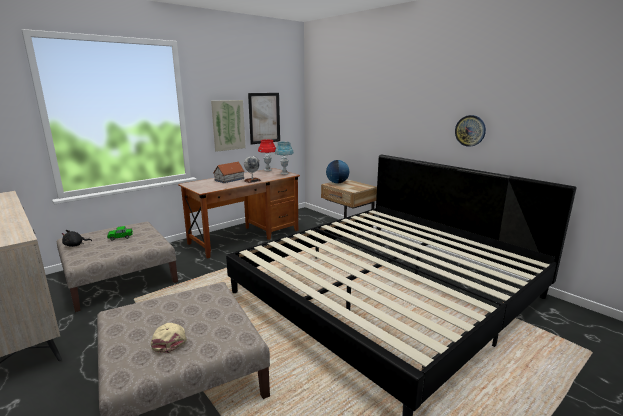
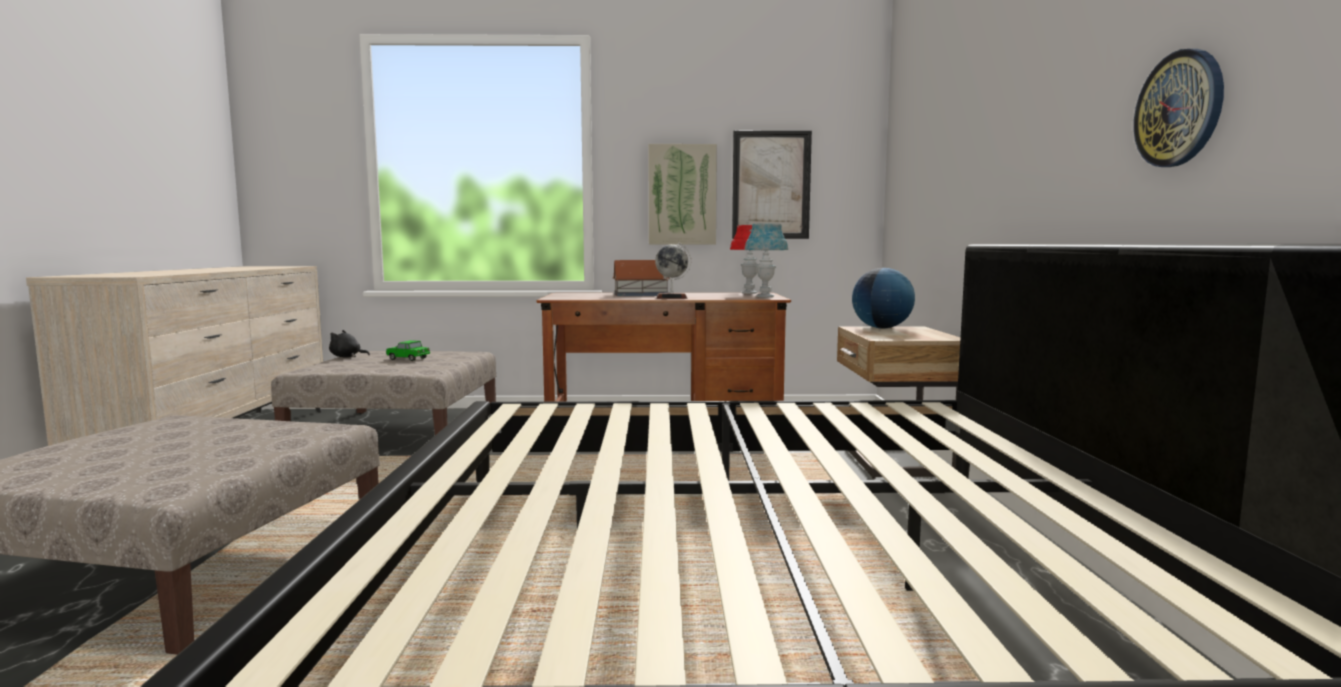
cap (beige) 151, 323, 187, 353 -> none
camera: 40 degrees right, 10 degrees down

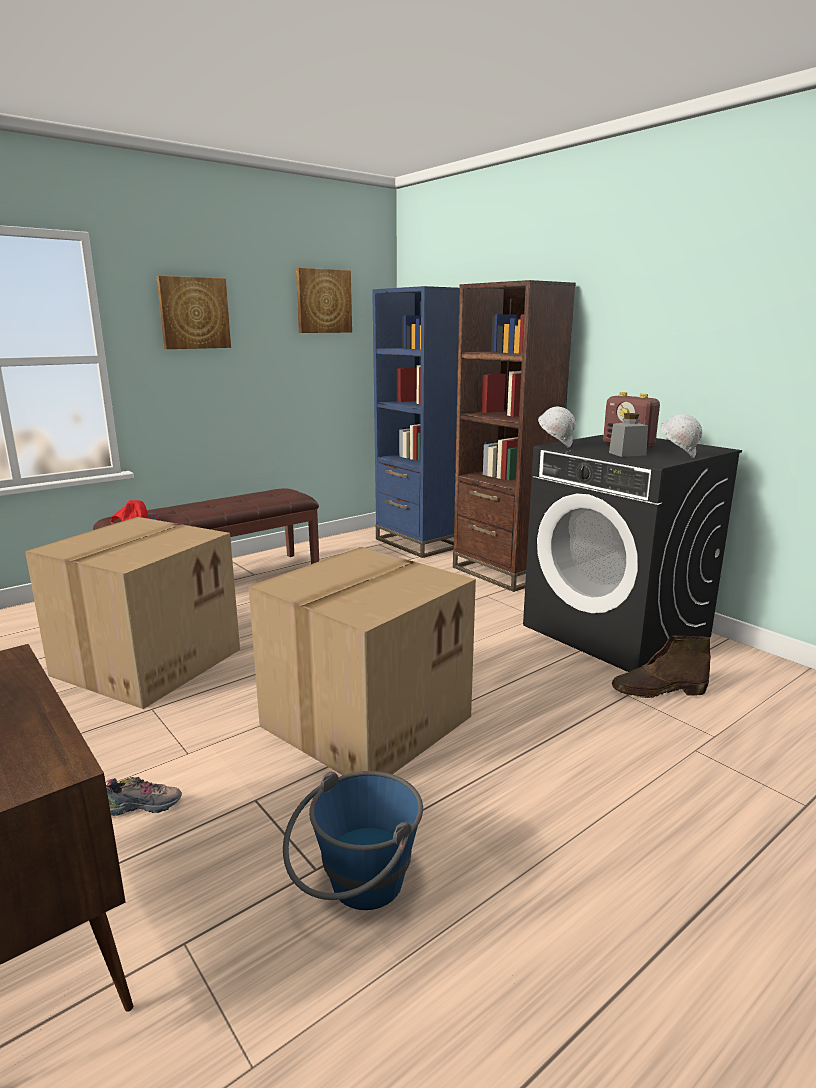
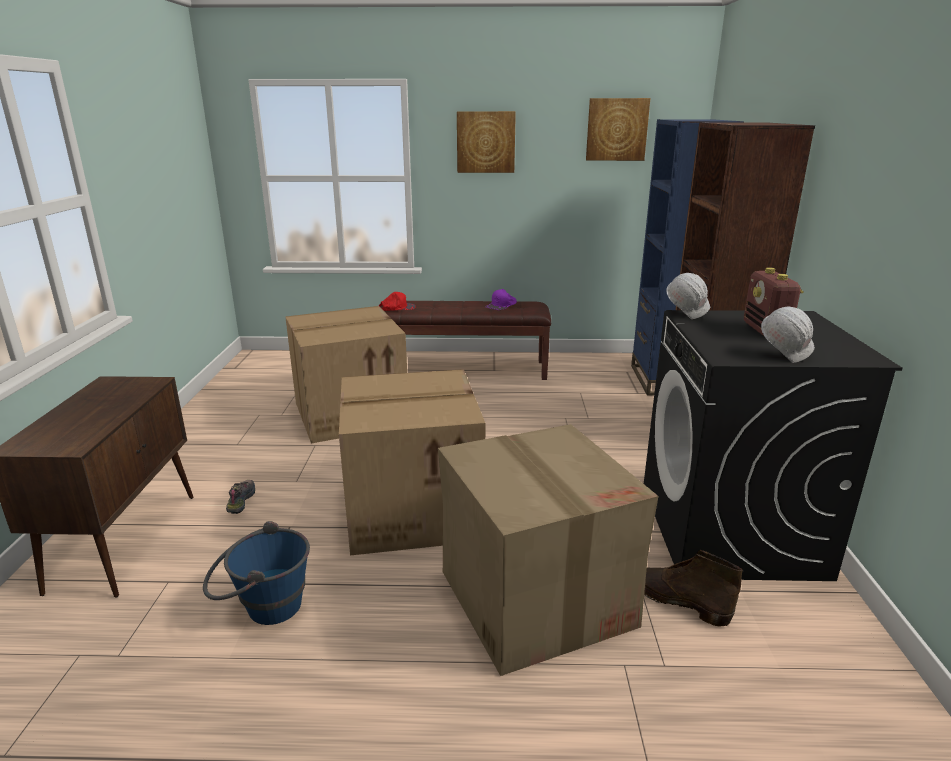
jar (grey) 609, 413, 648, 457 -> none
none -> cardboard box 438, 424, 658, 676
none -> cap (purple) 486, 289, 517, 310
shoe 106, 777, 182, 816 -> shoe 226, 480, 255, 514, 120 degrees counterclockwise
camera: 40 degrees right, 5 degrees up

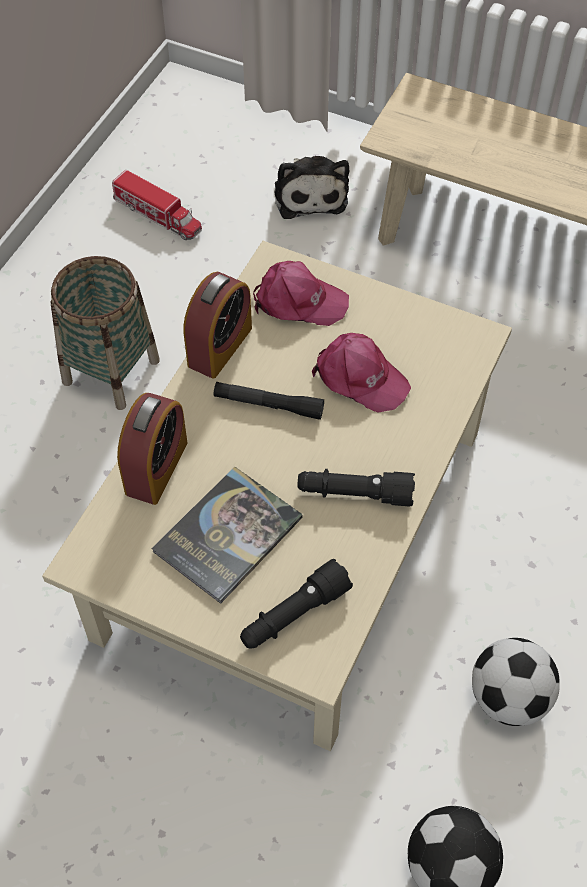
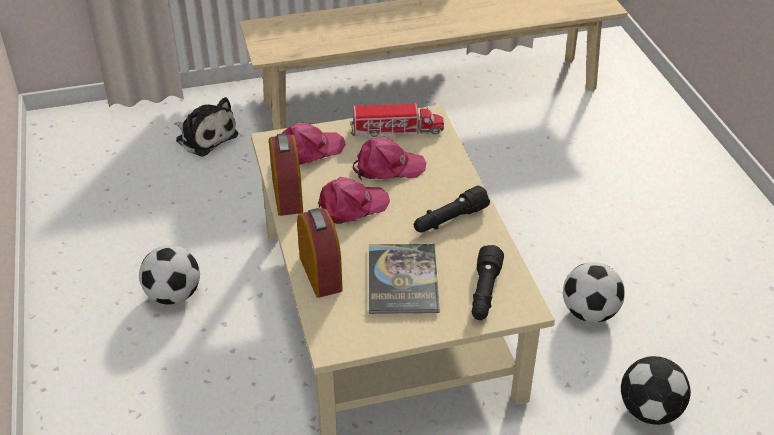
toy truck 112, 170, 202, 240 -> toy truck 350, 103, 444, 137, relocated
basket 50, 256, 160, 410 -> football 139, 245, 200, 305
flashlight (black) 214, 382, 324, 420 -> cap (pink) 318, 177, 390, 224
camera: 40 degrees left, 15 degrees down

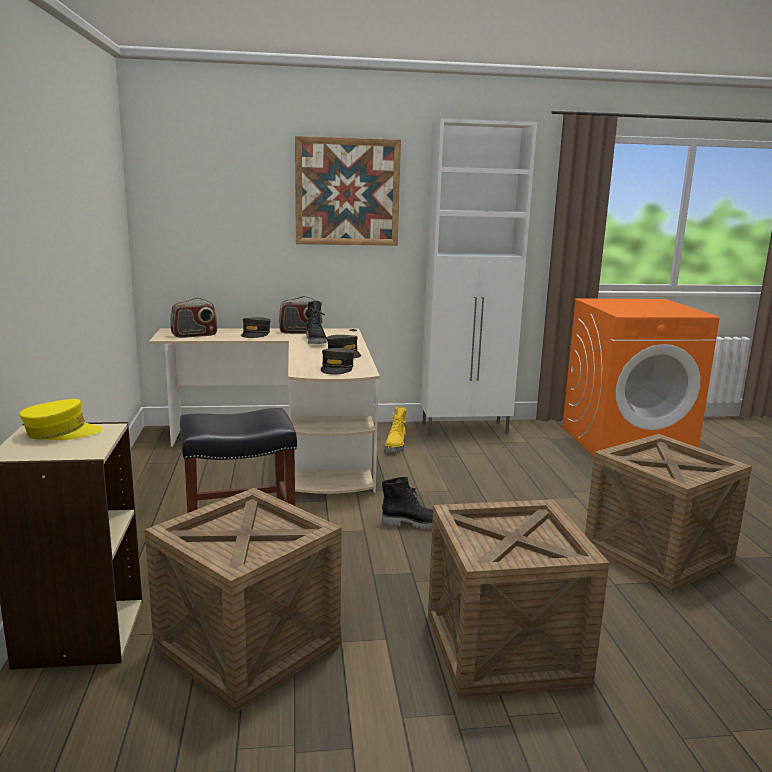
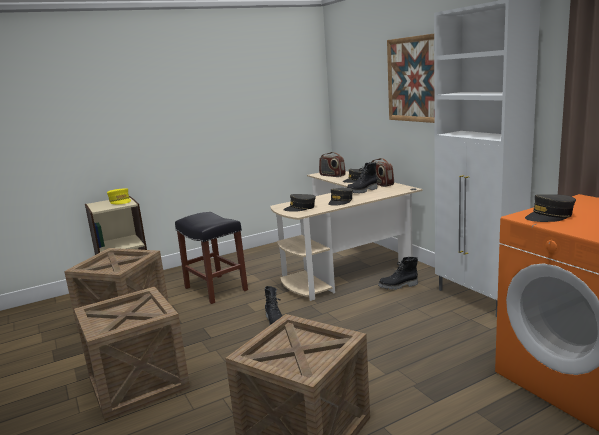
none -> cap (grey) 525, 194, 576, 222
boot (yellow) 385, 406, 407, 452 -> boot (black) 378, 257, 418, 290
camera: 70 degrees right, 0 degrees up

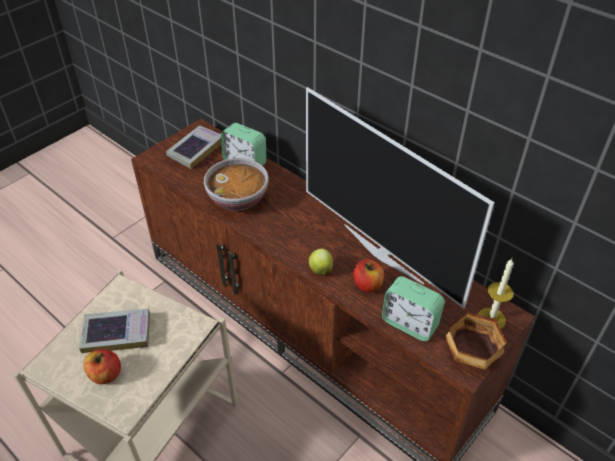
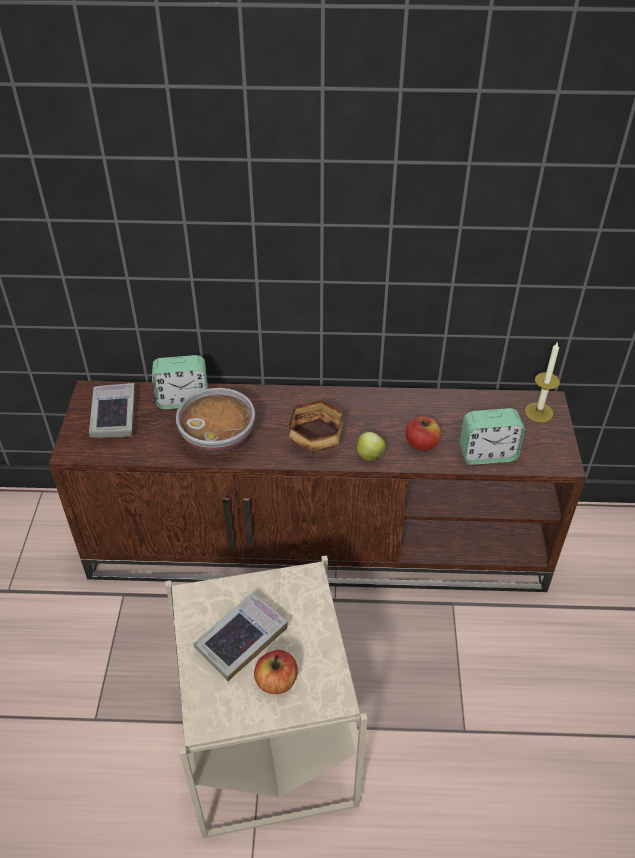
television 306, 87, 495, 309 -> none
bowl 445, 312, 507, 369 -> bowl 289, 400, 343, 453, relocated
camera: 40 degrees left, 0 degrees up

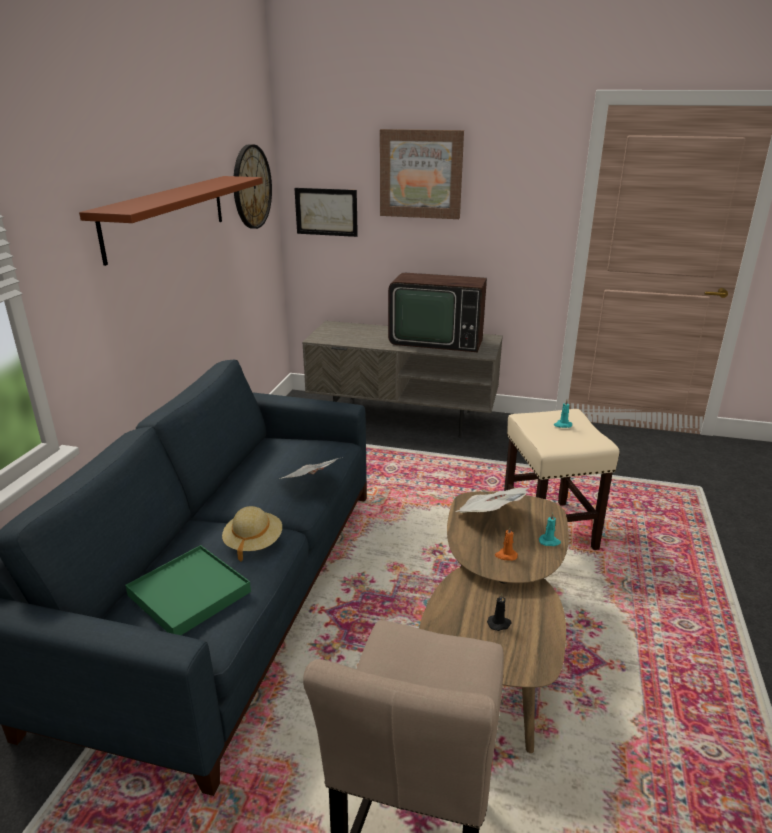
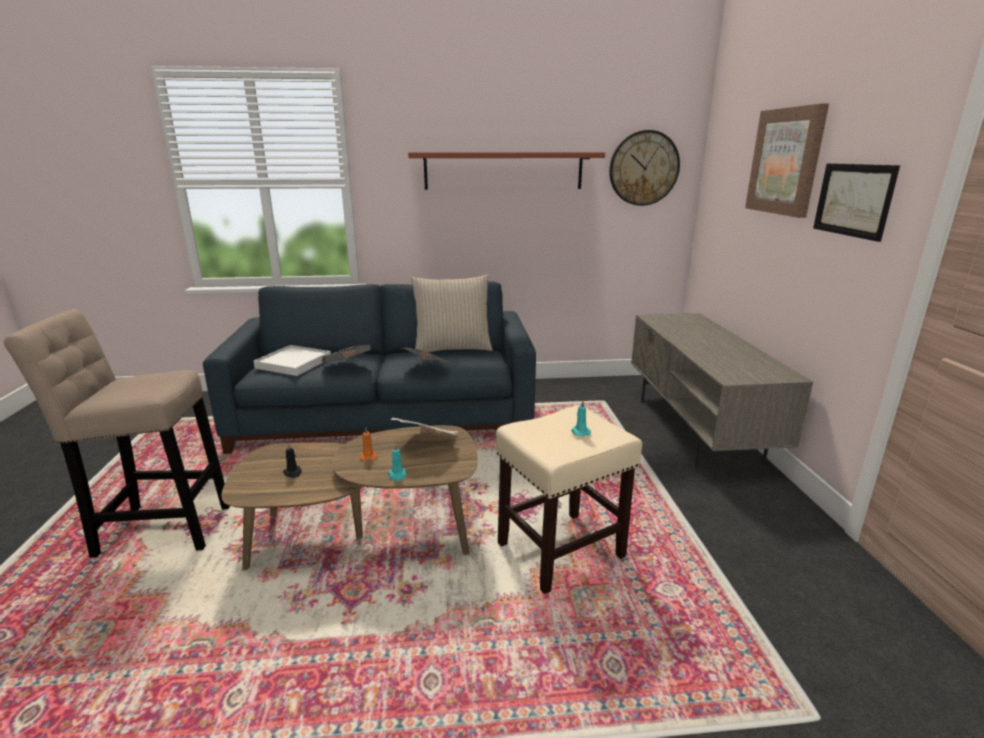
television 388, 273, 487, 352 -> none
none -> pillow (beige) 411, 274, 493, 352
picture 294, 188, 358, 237 -> picture 813, 163, 900, 242, relocated
hat (beige) 222, 506, 282, 562 -> newspaper 321, 345, 371, 363
tray (green) 125, 545, 251, 635 -> tray (white) 253, 345, 331, 376
camera: 70 degrees right, 5 degrees down

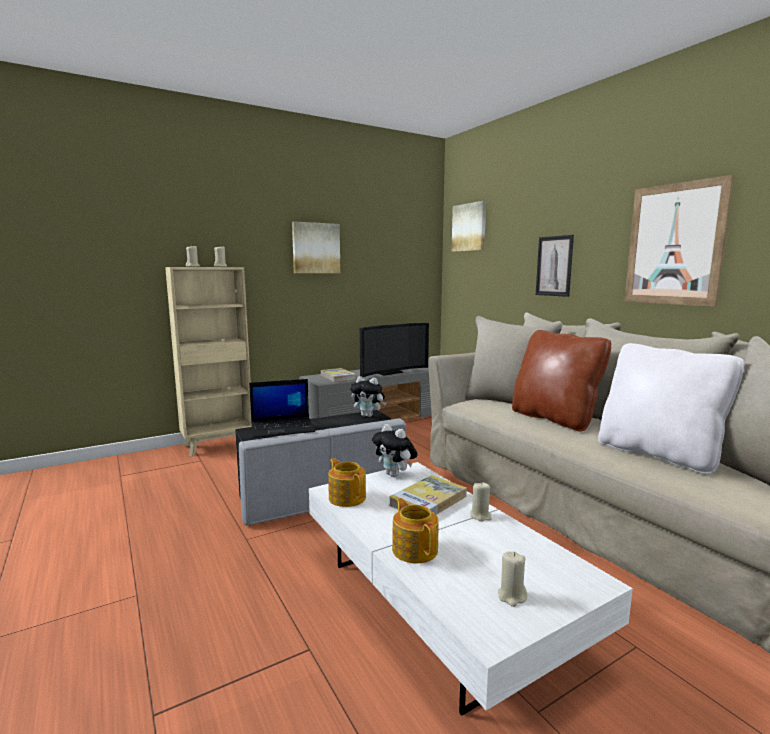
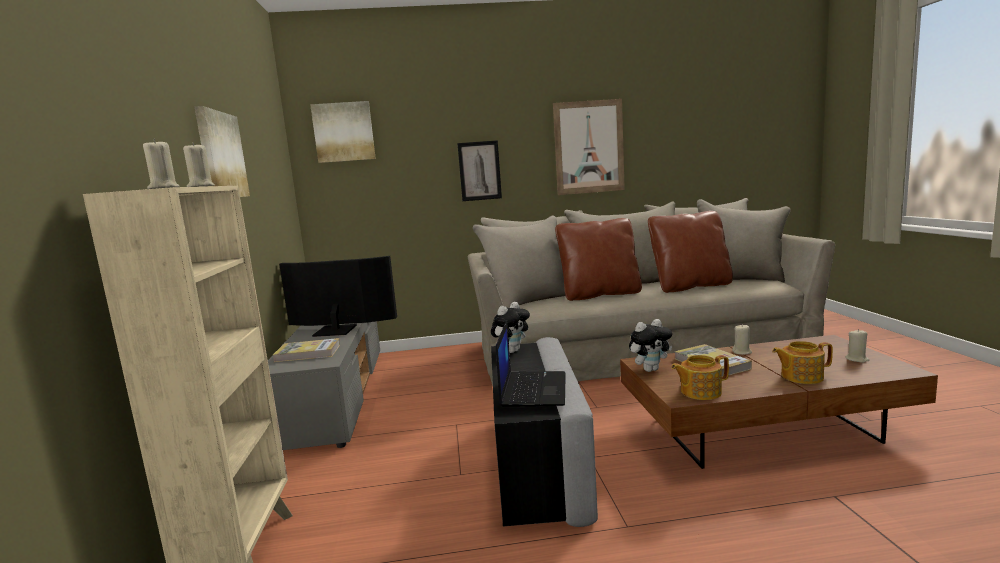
coffee table (white) 309, 462, 633, 716 -> coffee table (brown) 620, 335, 938, 469
pillow (white) 598, 343, 744, 474 -> pillow (brown) 648, 211, 733, 293
television 360, 323, 429, 377 -> television 279, 256, 397, 337, 75 degrees counterclockwise
camera: 65 degrees left, 0 degrees up

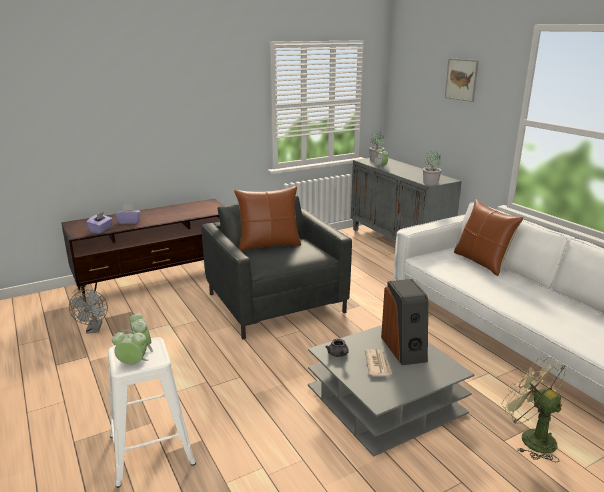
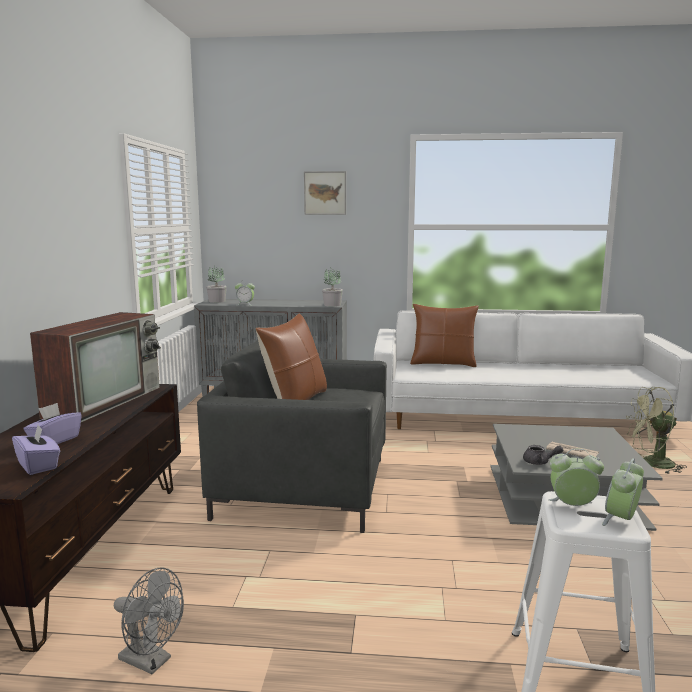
speaker 381, 279, 428, 365 -> none
none -> television 30, 312, 161, 422
camera: 55 degrees left, 10 degrees down

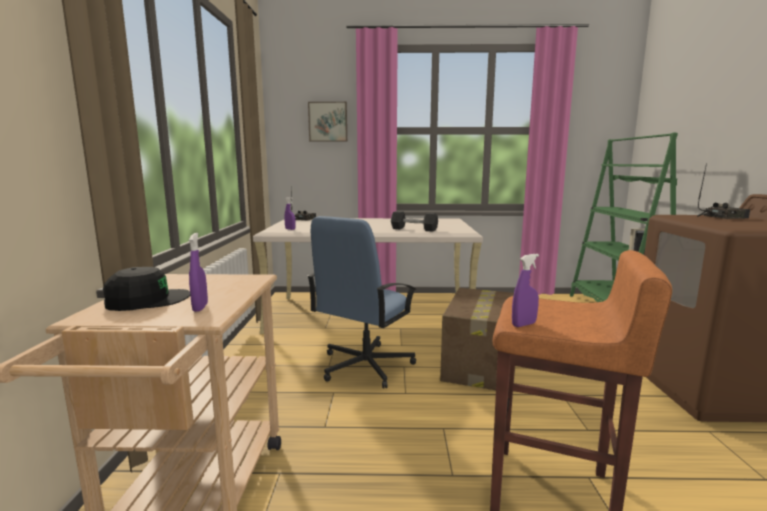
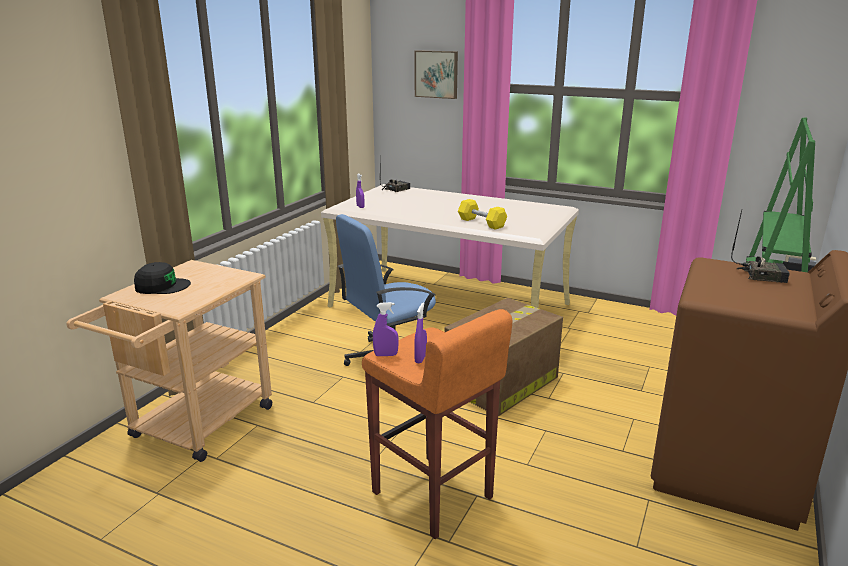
spray bottle (purple) 189, 233, 208, 312 -> spray bottle (purple) 414, 303, 427, 364, relocated
dumbbell (black) 391, 211, 438, 232 -> dumbbell (yellow) 458, 199, 507, 230
camera: 25 degrees right, 10 degrees up

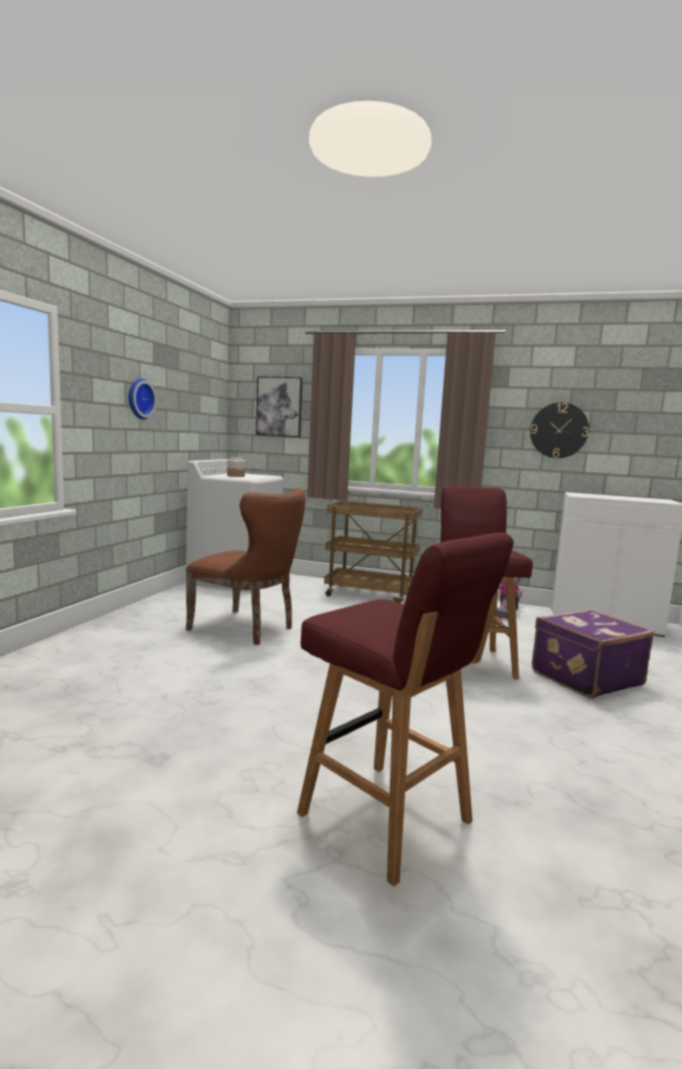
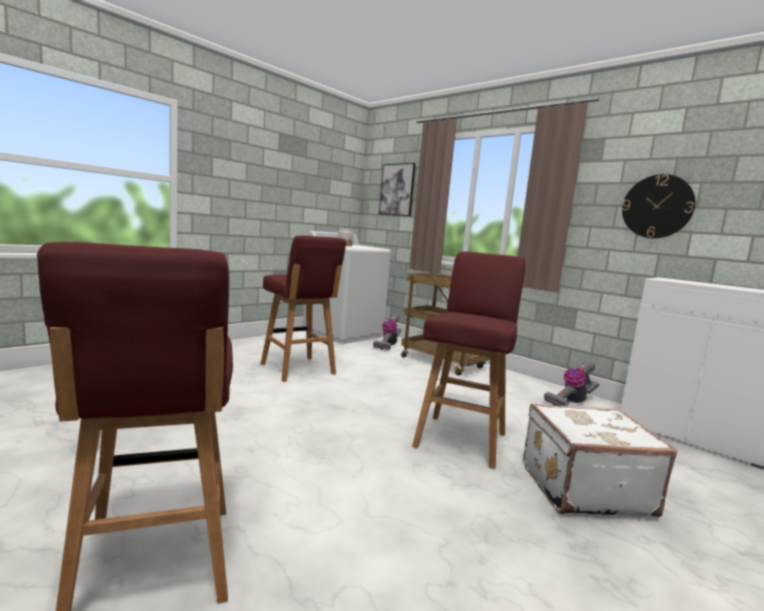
wall clock 128, 378, 157, 419 -> none
none -> vacuum cleaner 373, 314, 401, 350
chair (brown) 186, 488, 306, 645 -> stool (red) 261, 235, 346, 382
suitcase (purple) 532, 609, 655, 698 -> suitcase (white) 523, 404, 678, 518
camera: 25 degrees right, 0 degrees up

